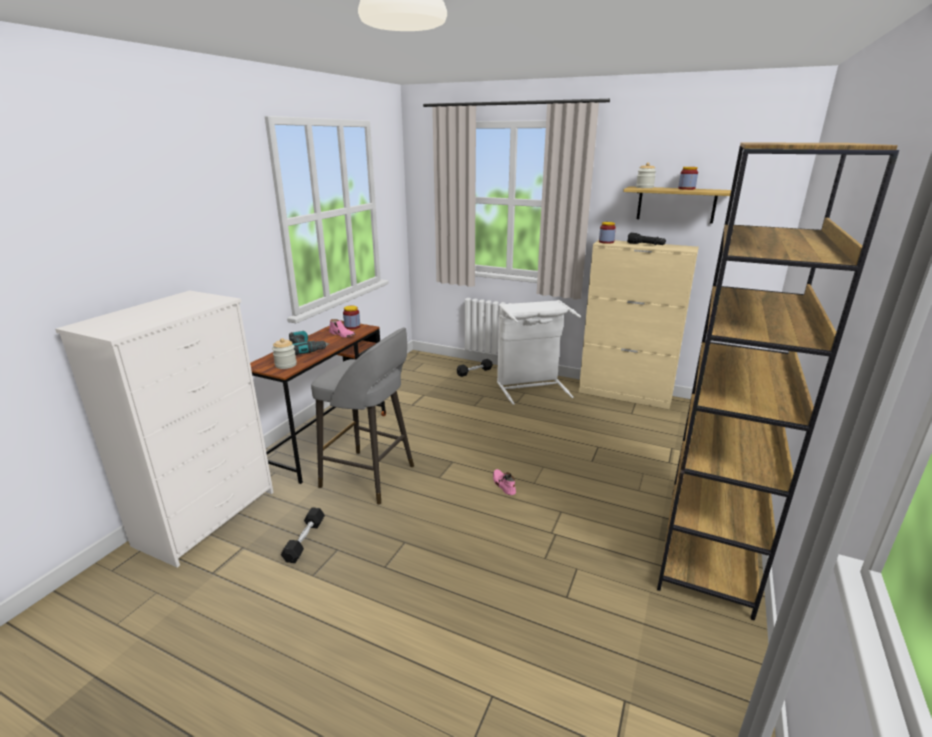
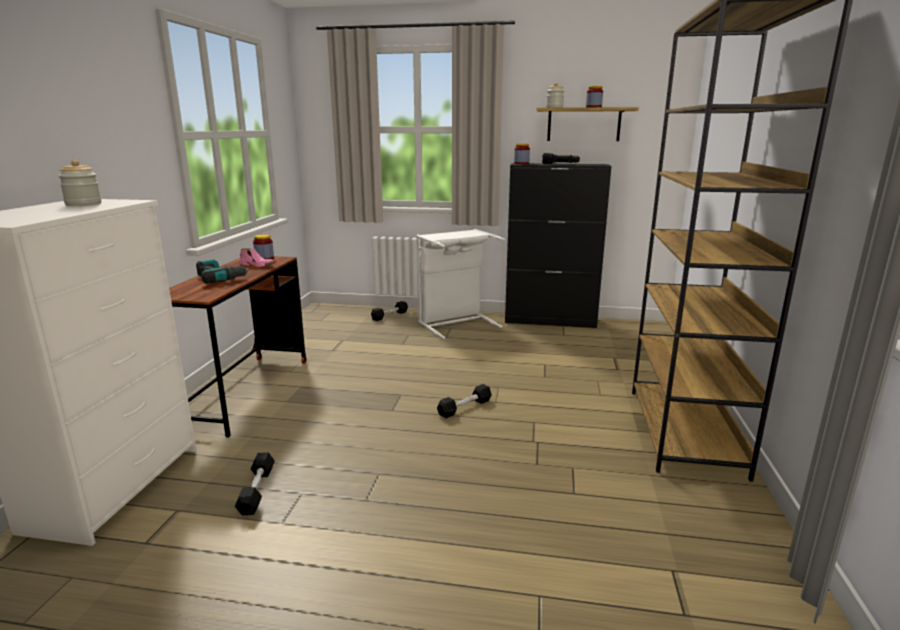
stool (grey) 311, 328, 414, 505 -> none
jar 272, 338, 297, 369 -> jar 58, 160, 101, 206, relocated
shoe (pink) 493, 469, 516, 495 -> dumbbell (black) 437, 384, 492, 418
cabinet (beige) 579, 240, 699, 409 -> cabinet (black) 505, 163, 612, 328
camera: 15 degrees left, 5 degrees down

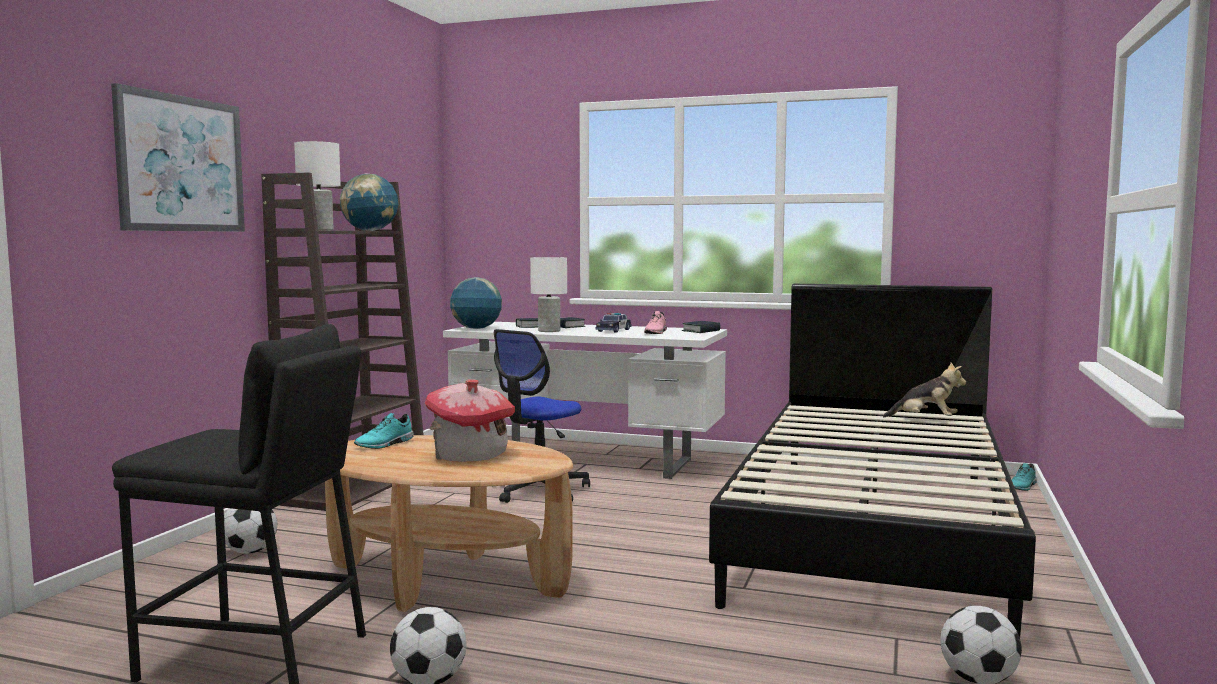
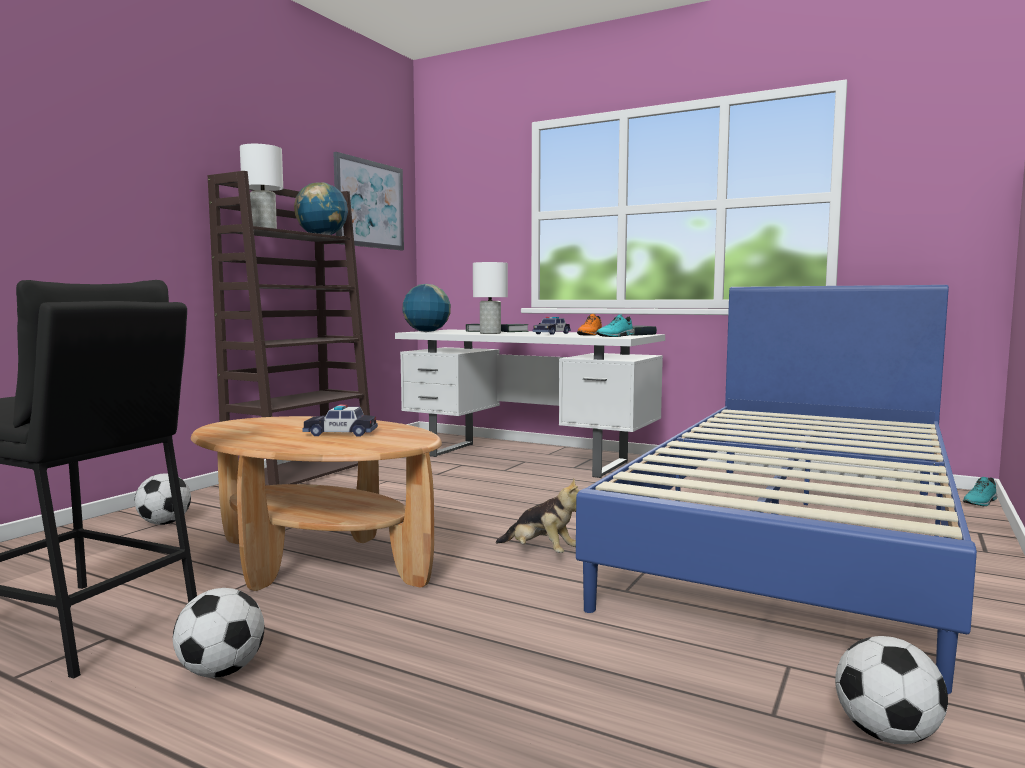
office chair 494, 329, 590, 503 -> none
picture 111, 83, 245, 232 -> picture 333, 152, 404, 250, relocated
shoe (turquoise) 354, 413, 414, 449 -> shoe (turquoise) 596, 314, 634, 337, relocated
plush toy 883, 362, 966, 417 -> plush toy 496, 479, 579, 553, relocated
toy house 424, 379, 515, 462 -> toy car 302, 404, 378, 436
shoe (pink) 644, 311, 667, 334 -> shoe (orange) 577, 314, 602, 336
bed (black) 709, 284, 1036, 637 -> bed (blue) 576, 285, 977, 694
camera: 10 degrees right, 0 degrees up

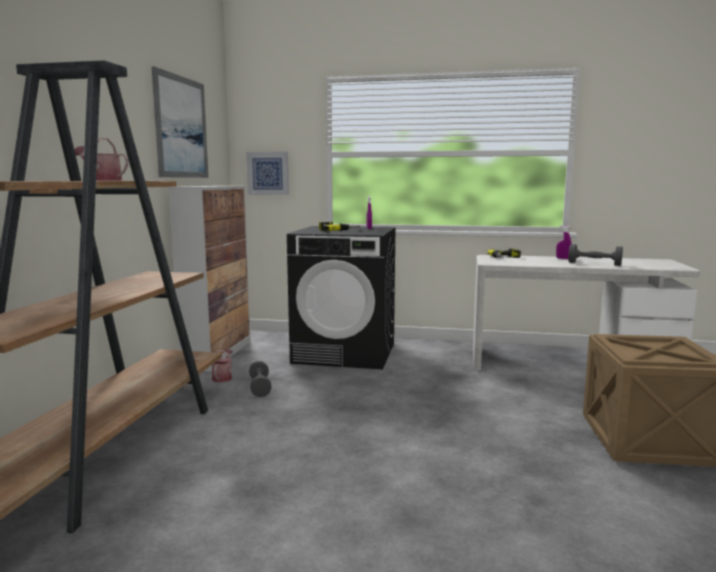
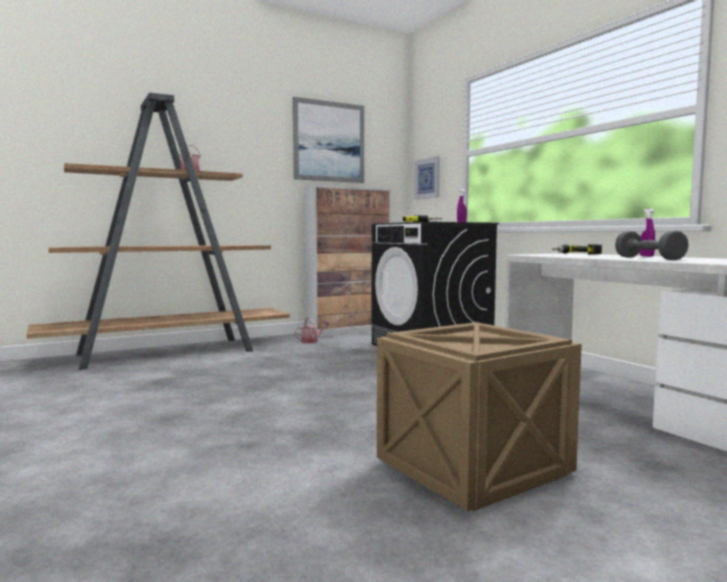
dumbbell (grey) 249, 361, 272, 397 -> none
camera: 50 degrees right, 5 degrees down

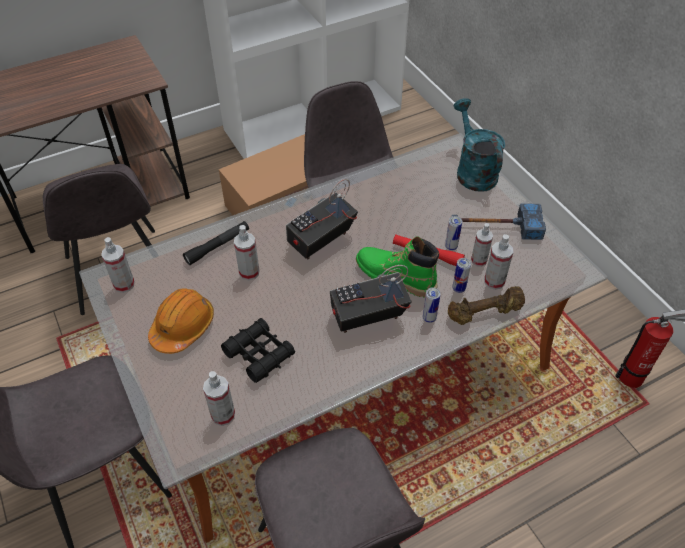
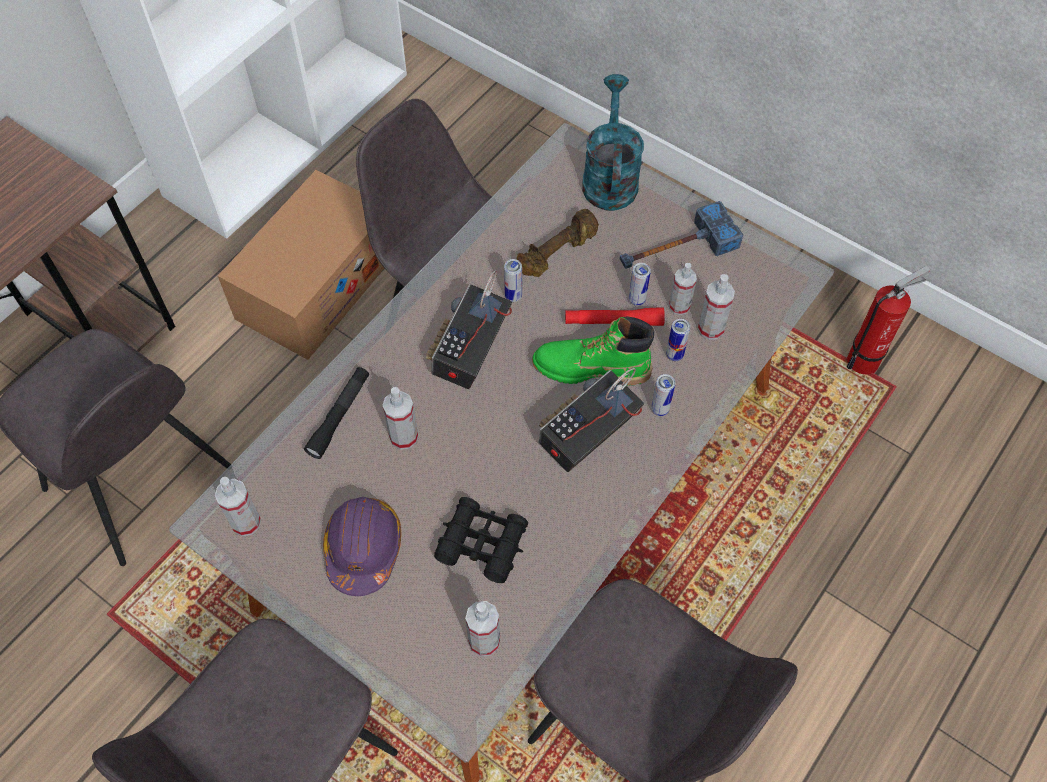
none -> can 504, 259, 522, 302
dumbbell (brown) 448, 286, 525, 325 -> dumbbell (brown) 516, 209, 599, 277, relocated
hard hat (orange) 148, 288, 214, 354 -> hard hat (purple) 323, 497, 401, 596
watering can (turquoise) 453, 98, 505, 192 -> watering can (turquoise) 582, 74, 644, 211, 45 degrees clockwise
camera: 25 degrees left, 10 degrees up

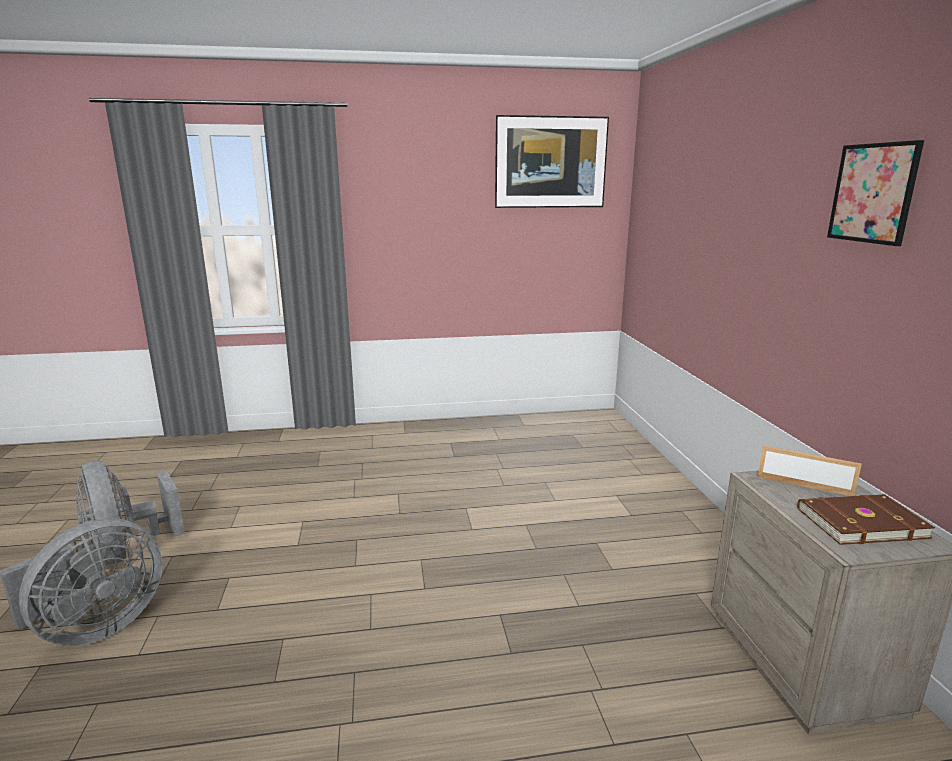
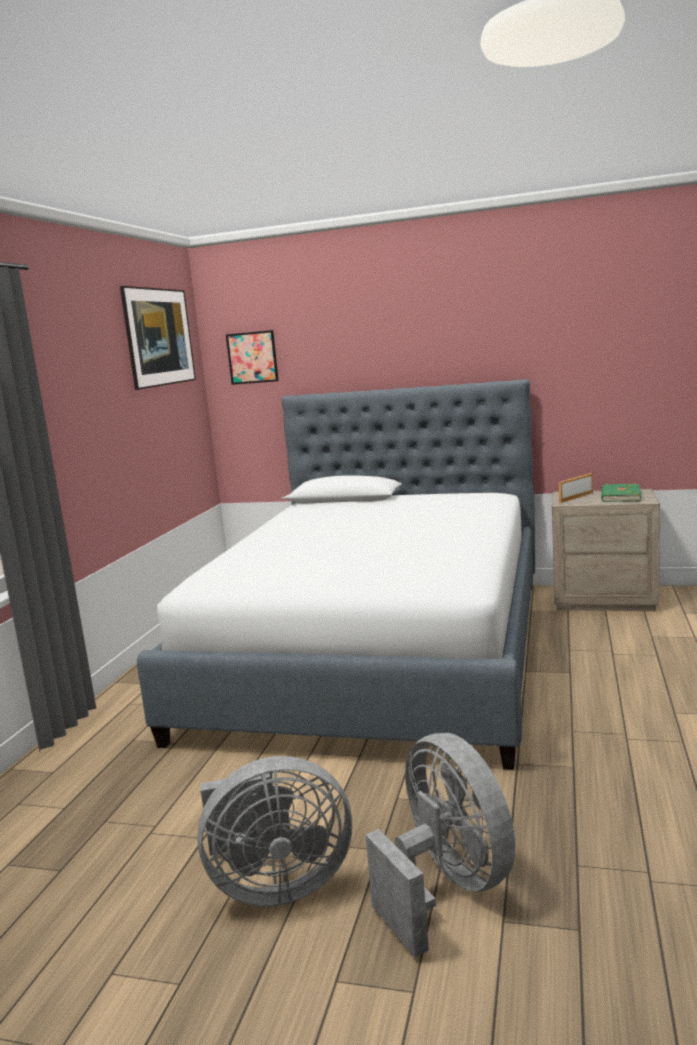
none -> bed 137, 379, 535, 770
picture 827, 140, 924, 246 -> picture 226, 330, 279, 385, relocated
book (brown) 797, 494, 935, 545 -> book (green) 601, 484, 641, 502
camera: 65 degrees left, 5 degrees down

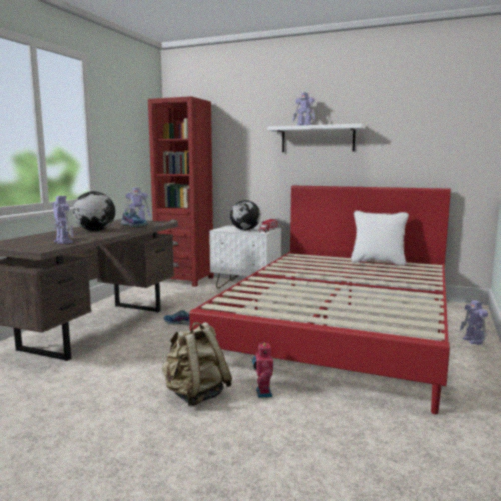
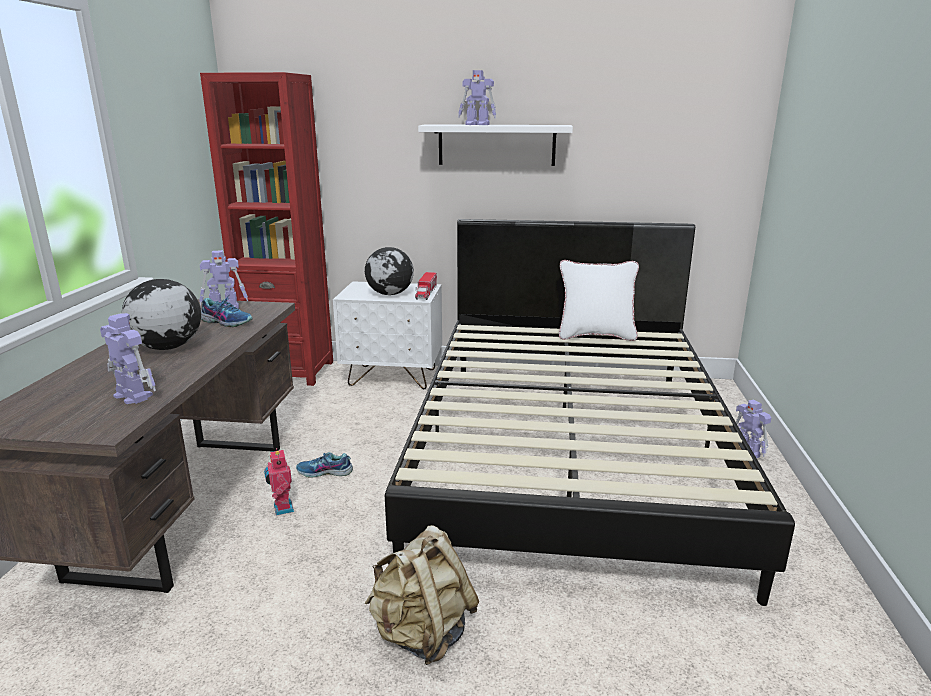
toy robot 252, 341, 273, 398 -> toy robot 264, 448, 294, 516, relocated
bed (red) 189, 186, 451, 414 -> bed (black) 385, 219, 795, 606
camera: 15 degrees left, 10 degrees up

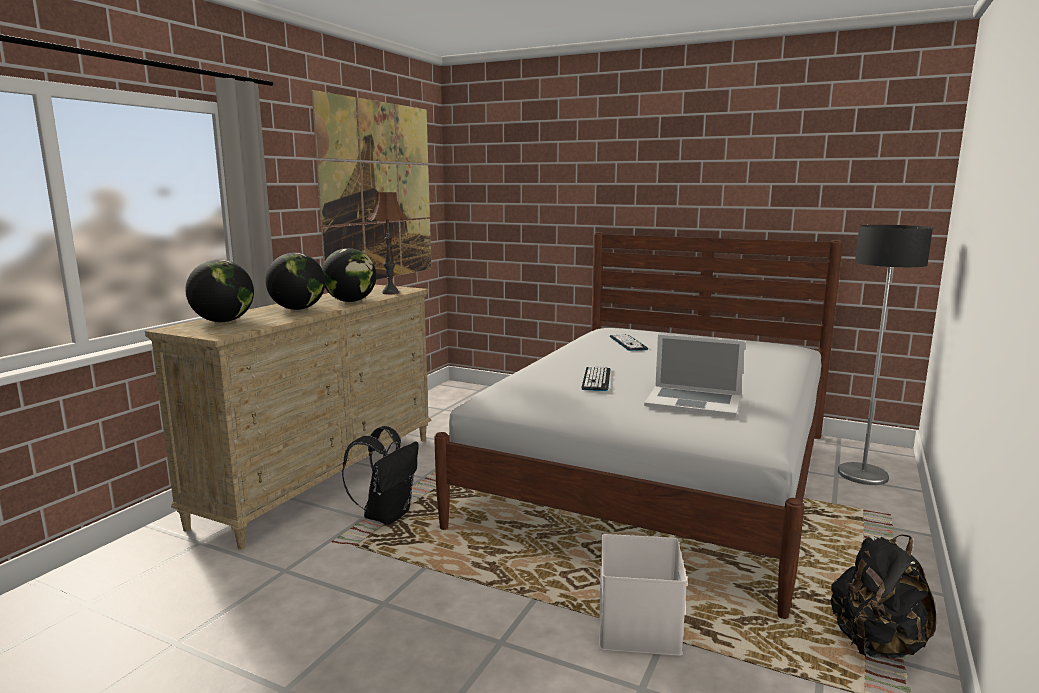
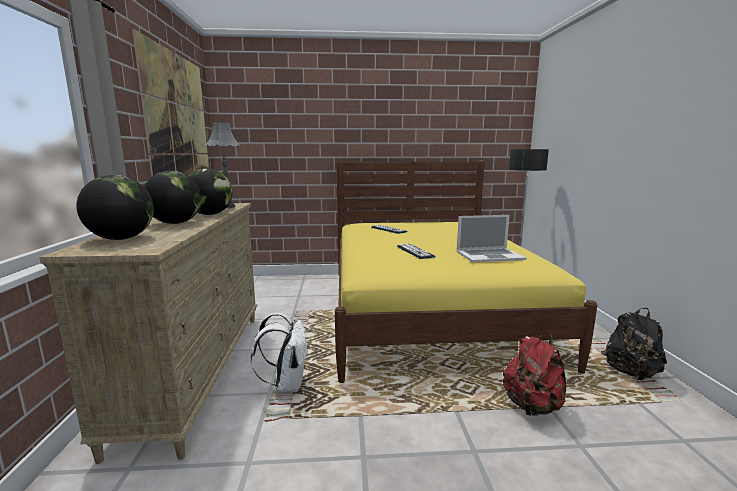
storage box (white) 599, 534, 687, 656 -> backpack (red) 503, 333, 566, 416
backpack (black) 342, 426, 418, 525 -> backpack (white) 251, 313, 308, 392
table lamp (brown) 367, 192, 407, 294 -> table lamp (grey) 206, 122, 240, 208
bed (white) 434, 232, 843, 619 -> bed (yellow) 335, 161, 598, 383
camera: 30 degrees left, 0 degrees up

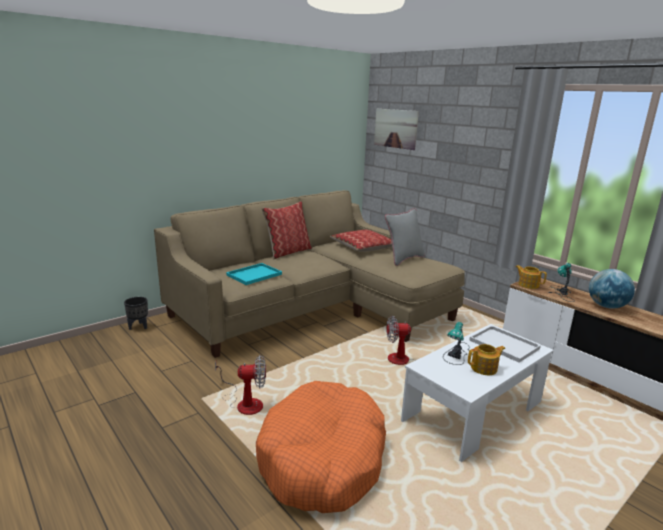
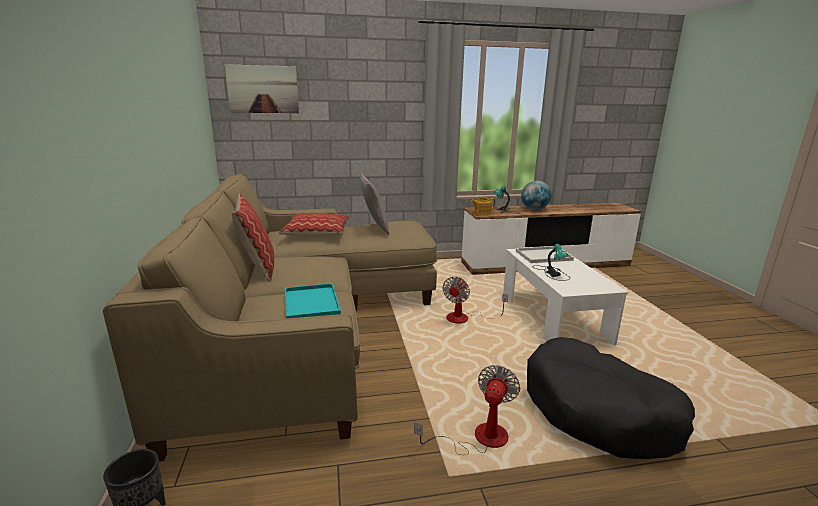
teapot 468, 344, 505, 375 -> none
dog bed (orange) 256, 381, 386, 513 -> dog bed (black) 527, 337, 695, 459
camera: 60 degrees left, 0 degrees up

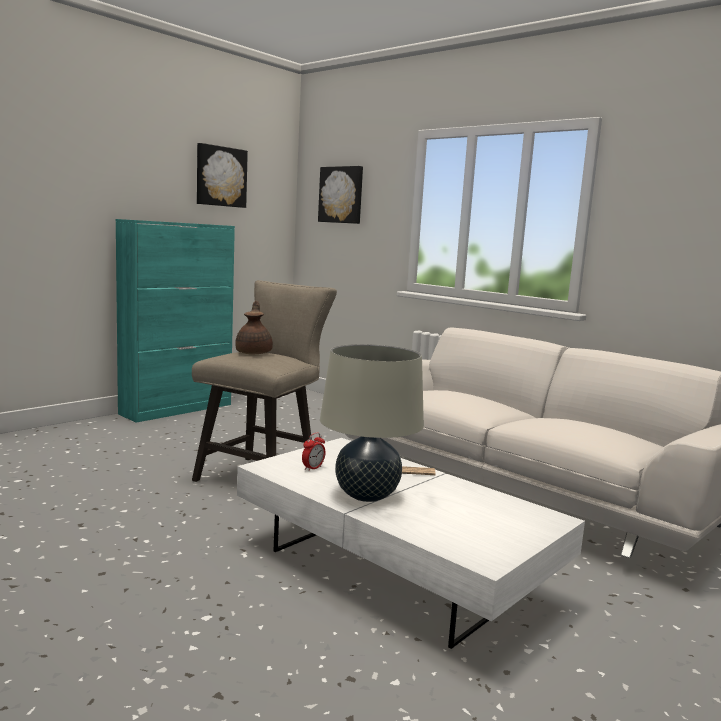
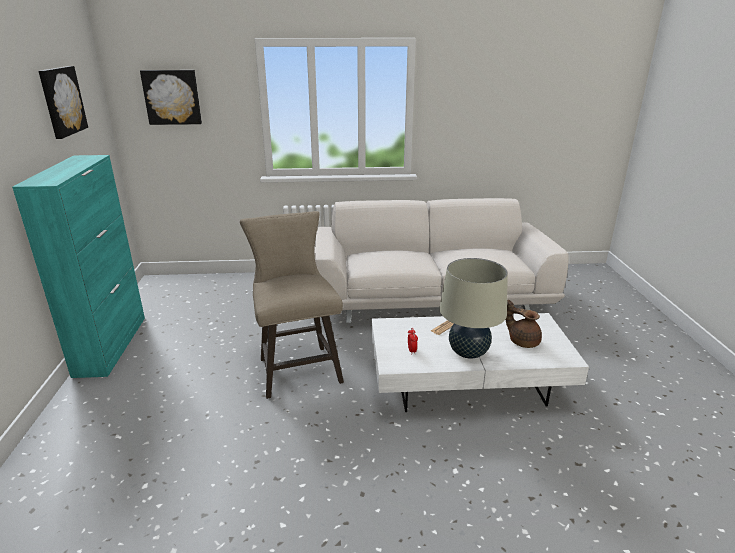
teapot (brown) 235, 301, 273, 354 -> teapot (brown) 506, 300, 542, 348, relocated
camera: 45 degrees left, 15 degrees up

